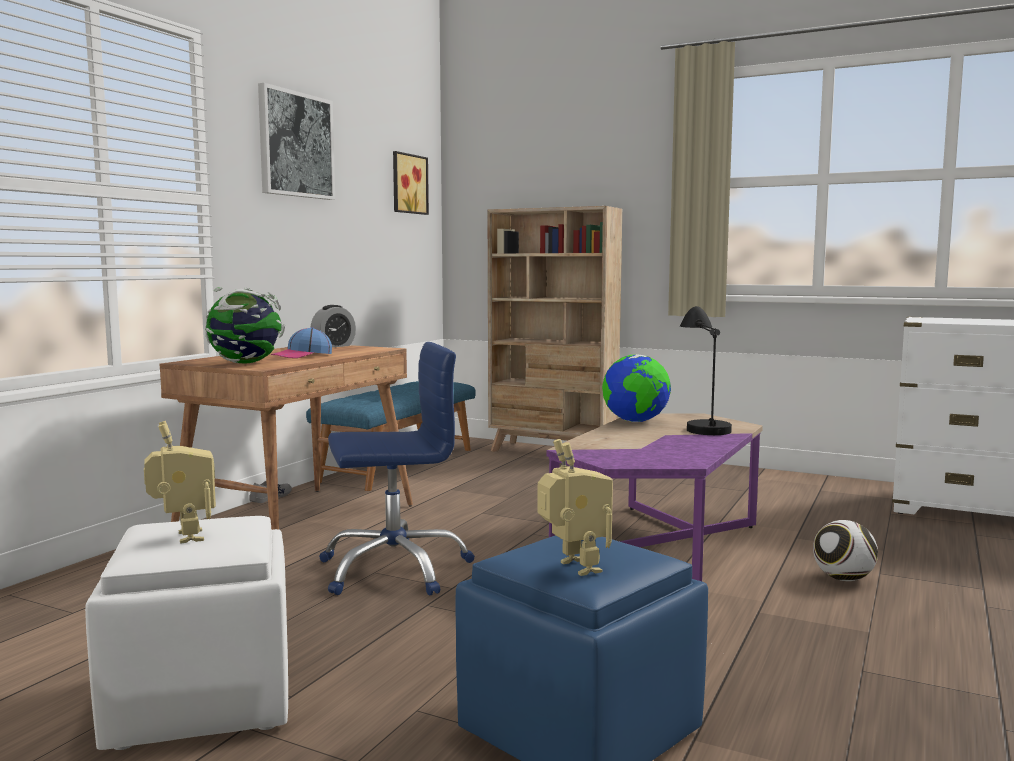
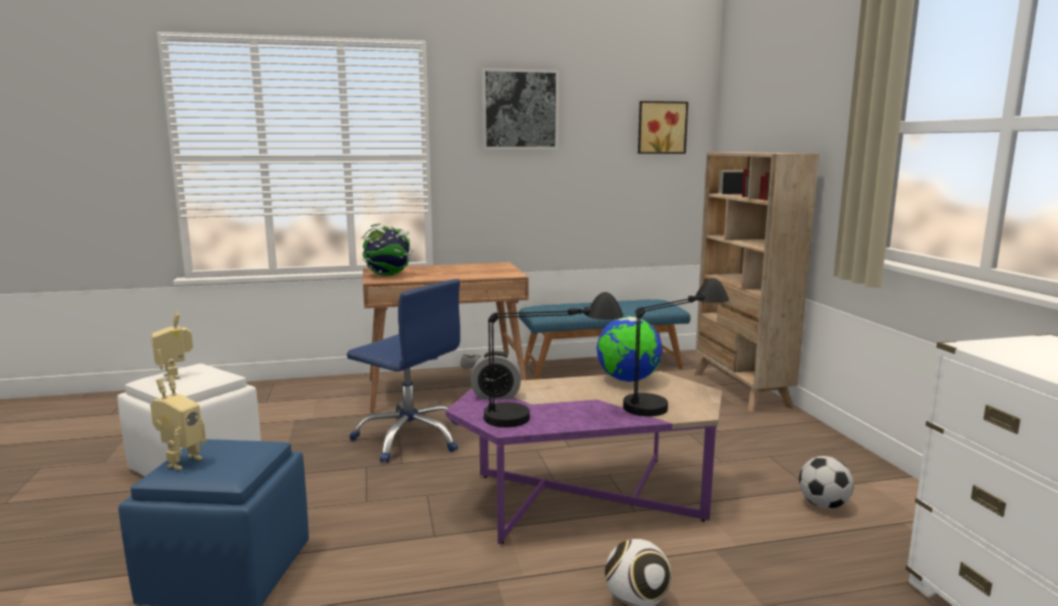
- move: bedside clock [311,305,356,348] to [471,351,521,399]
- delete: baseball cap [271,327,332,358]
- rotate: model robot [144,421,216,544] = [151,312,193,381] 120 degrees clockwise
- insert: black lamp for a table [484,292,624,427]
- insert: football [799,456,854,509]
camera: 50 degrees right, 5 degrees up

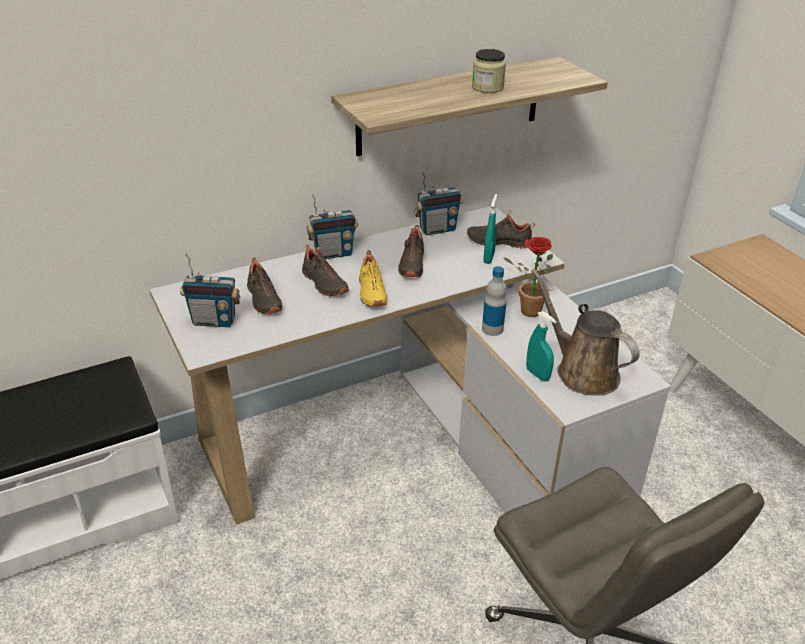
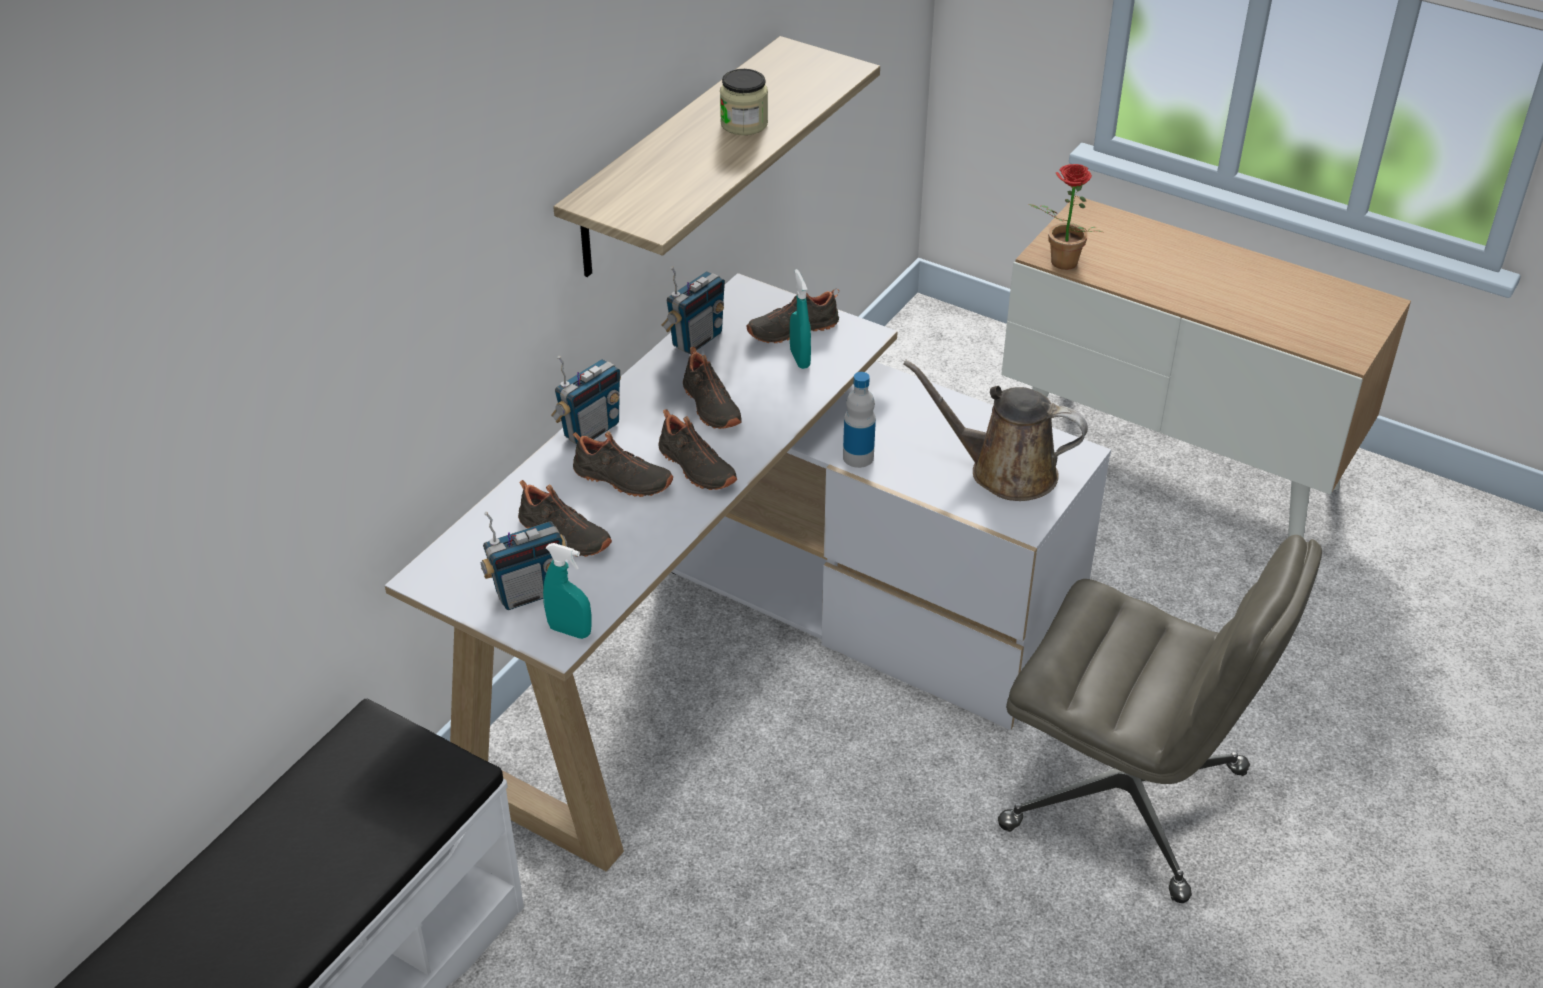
- move: plant in a pot [503,237,553,317] to [1028,164,1105,270]
- recolor: yellow-coloured shoe [359,250,387,307] to black shoe [658,409,737,490]
- move: blue-green spray bottle [526,311,557,381] to [543,543,591,639]
camera: 30 degrees left, 5 degrees up

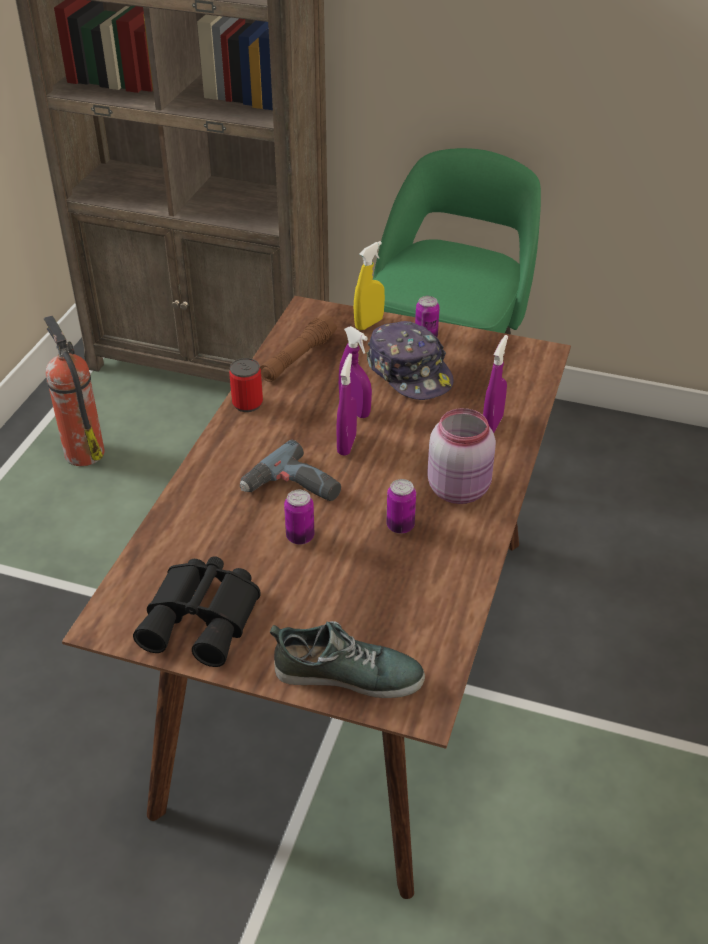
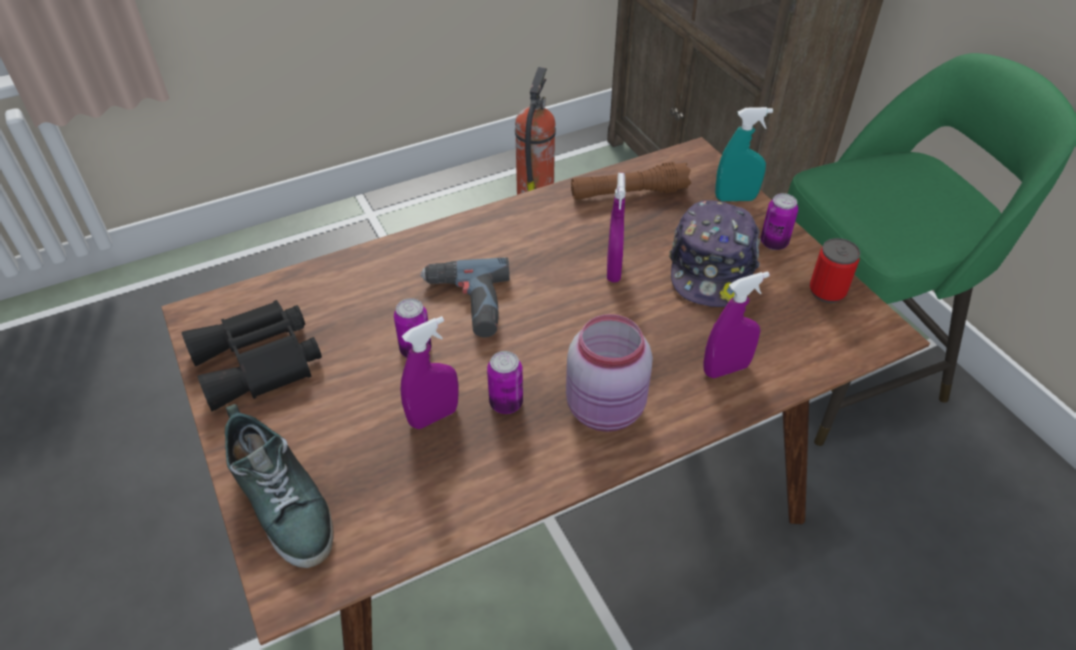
- recolor: yellow-coloured spray bottle [354,241,385,330] to blue-green spray bottle [715,107,773,201]
- move: purple-coloured spray bottle [337,353,357,456] to [401,316,459,429]
- move: metal can [229,358,263,412] to [810,238,860,303]
camera: 45 degrees right, 5 degrees up

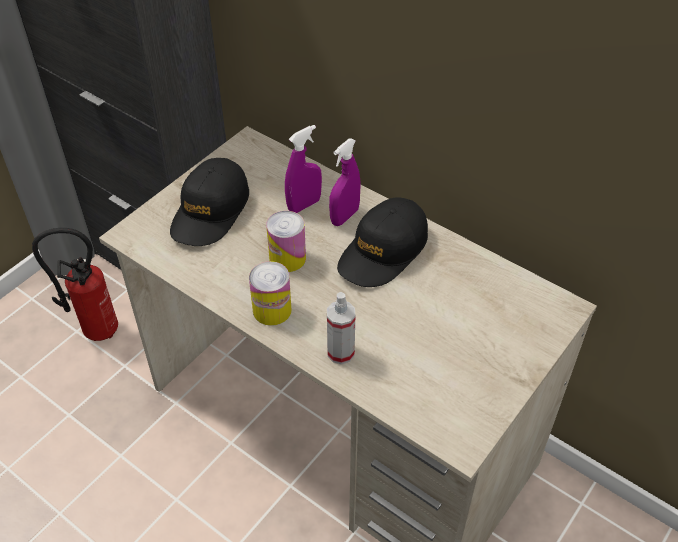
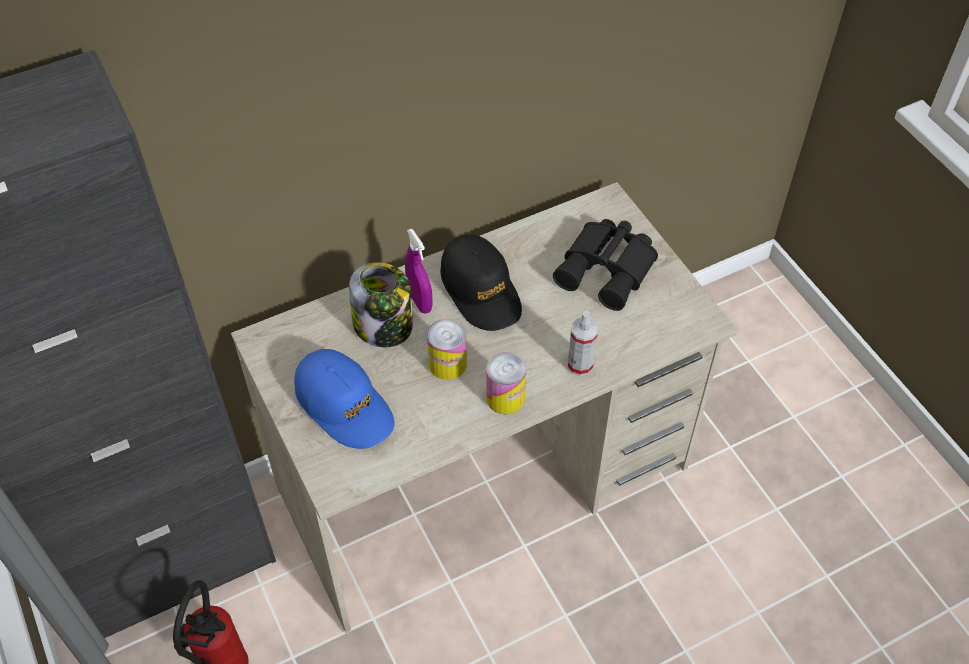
- replace: purple-coloured spray bottle [285,125,322,213] to preserve jar [349,262,413,347]
- recolor: black baseball cap [170,158,249,246] to blue-coloured baseball cap [294,349,395,449]
- insert: black binoculars [553,219,658,311]
camera: 65 degrees left, 5 degrees up

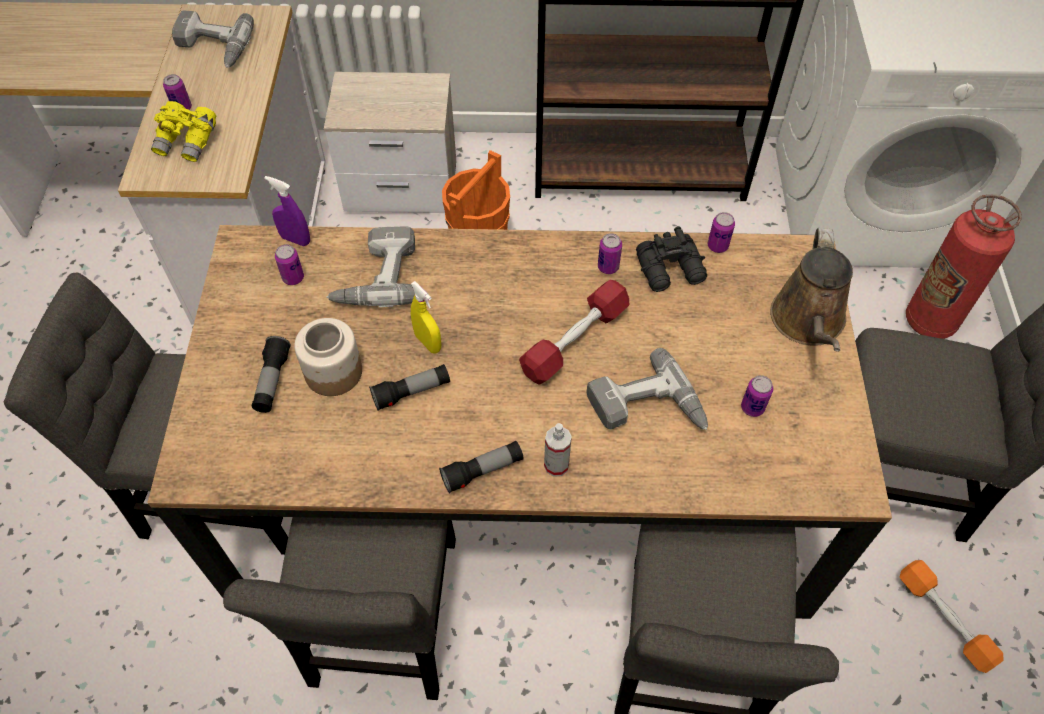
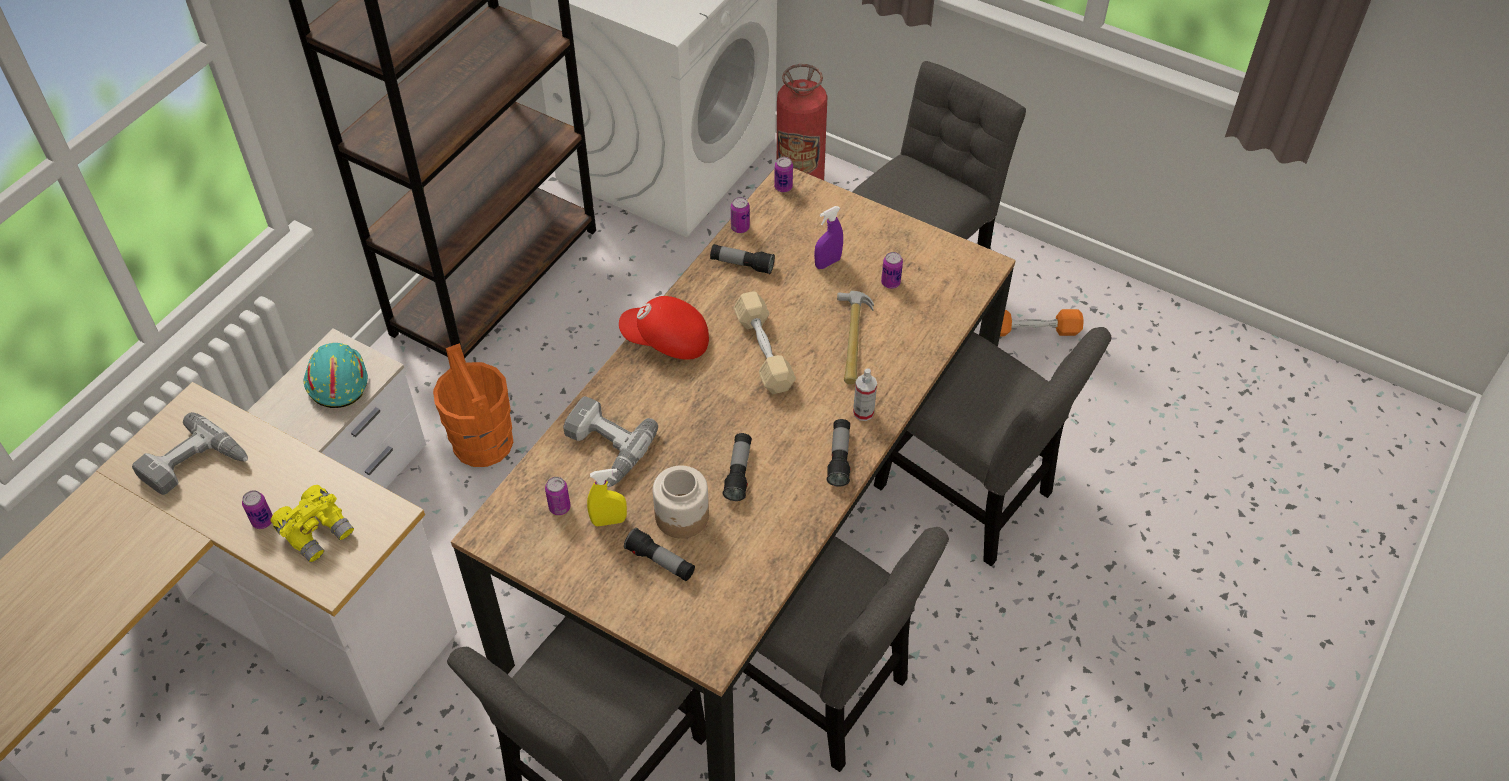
- move: purple-coloured spray bottle [264,176,310,246] to [814,206,843,269]
- replace: black binoculars [636,226,707,292] to hand torch [710,244,775,274]
- delete: brown watering can [770,228,853,352]
- move: metal can [598,233,622,274] to [774,157,793,192]
- recolor: reddish hand weight [519,280,629,384] to beige hand weight [734,291,796,394]
- move: yellow-coloured spray bottle [411,281,441,353] to [587,468,627,526]
- replace: electric drill [586,348,708,430] to hand hammer [837,290,874,384]
- insert: reddish baseball cap [619,296,709,360]
- insert: blue-green hard hat [304,343,368,408]
camera: 60 degrees left, 5 degrees down

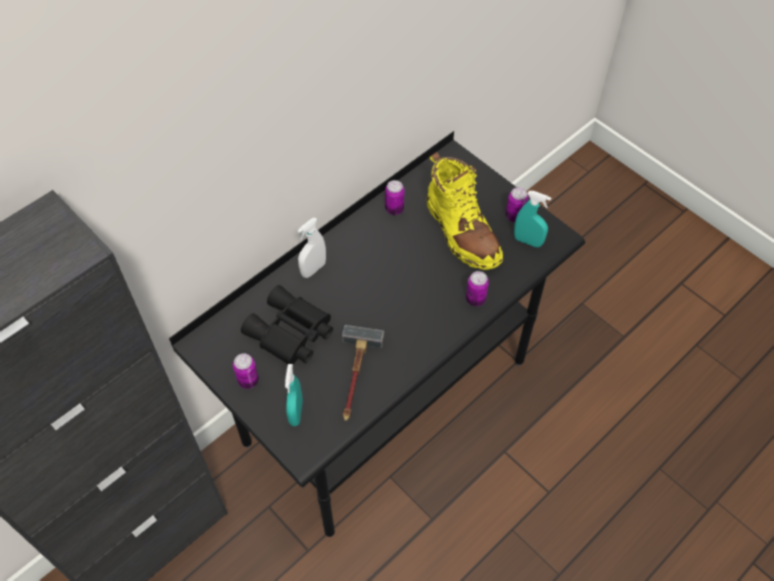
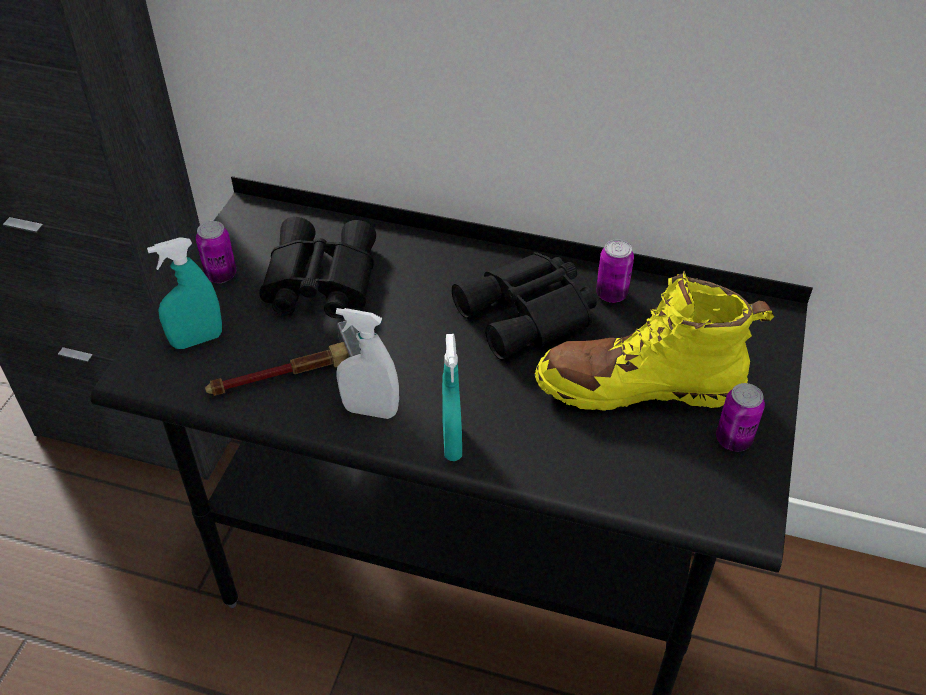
- rotate: yellow-coloured boot [427,152,503,270] = [535,270,774,411] 60 degrees clockwise
- move: blue-green spray bottle [514,191,551,248] to [442,334,462,461]
- move: white-coloured spray bottle [297,217,326,278] to [336,308,399,419]
- delete: metal can [466,271,489,306]
- insert: black binoculars [452,252,596,360]
camera: 60 degrees right, 10 degrees down

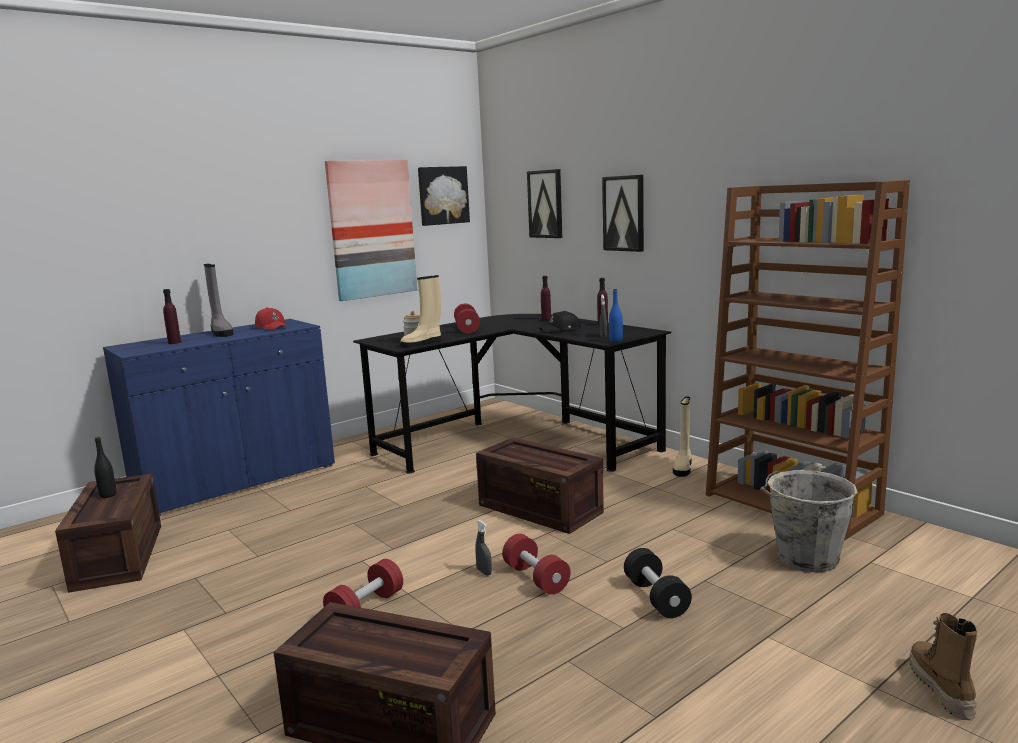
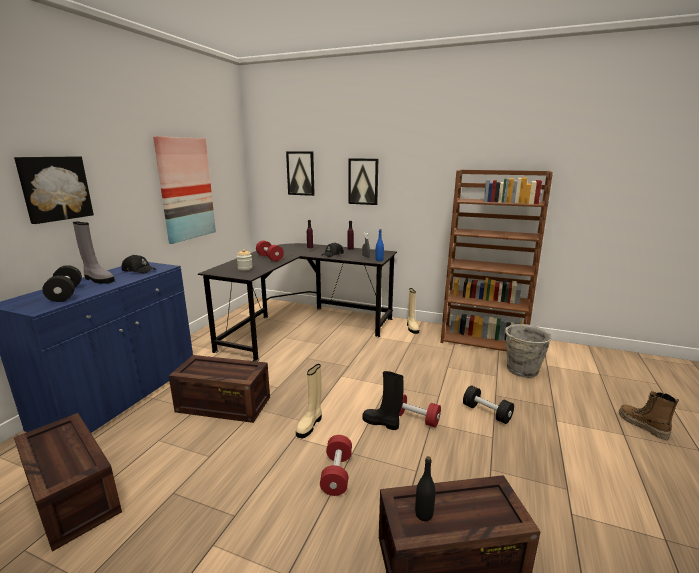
- move: wall art [418,166,470,226] to [14,156,94,224]
- move: beige boot [400,275,441,348] to [296,364,322,438]
- replace: purple-coloured beverage bottle [163,289,181,344] to black hand weight [42,265,82,302]
- recolor: reddish baseball cap [255,307,287,331] to black baseball cap [121,255,156,274]
- move: black beverage bottle [94,437,116,498] to [415,456,435,521]
- move: packing crate [476,437,604,534] to [169,355,270,423]
- replace: grey spray bottle [475,520,492,576] to black boot [362,371,404,430]
camera: 30 degrees left, 5 degrees up

